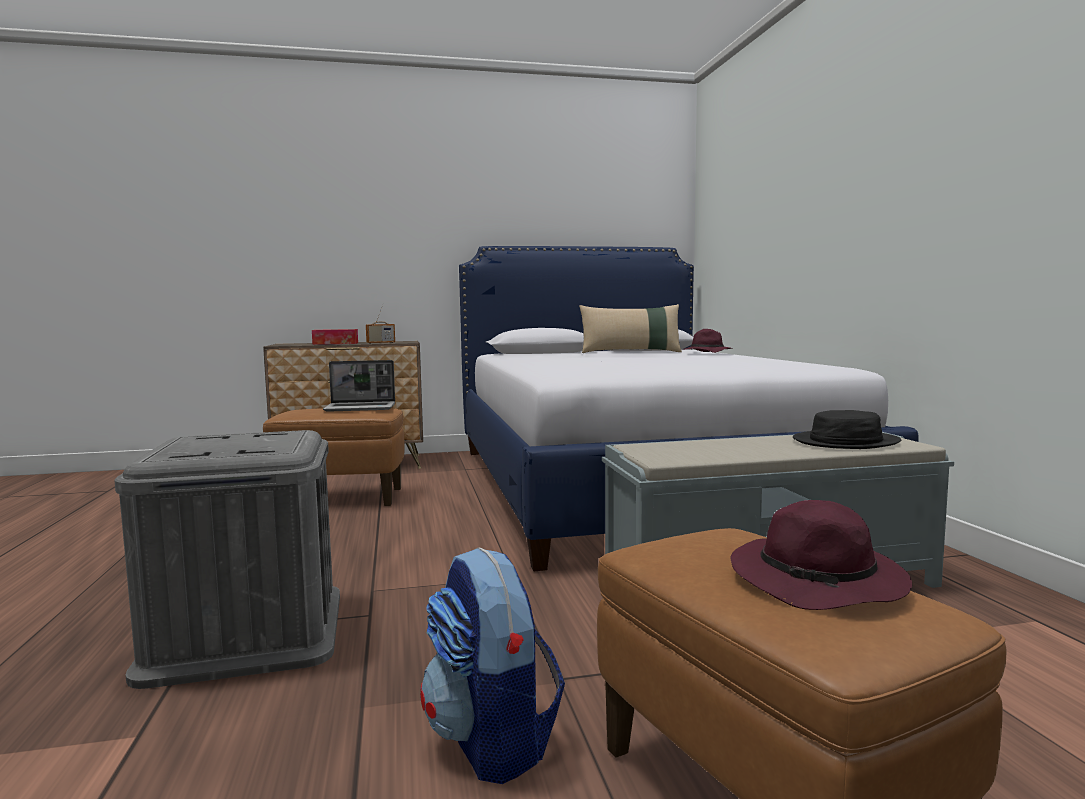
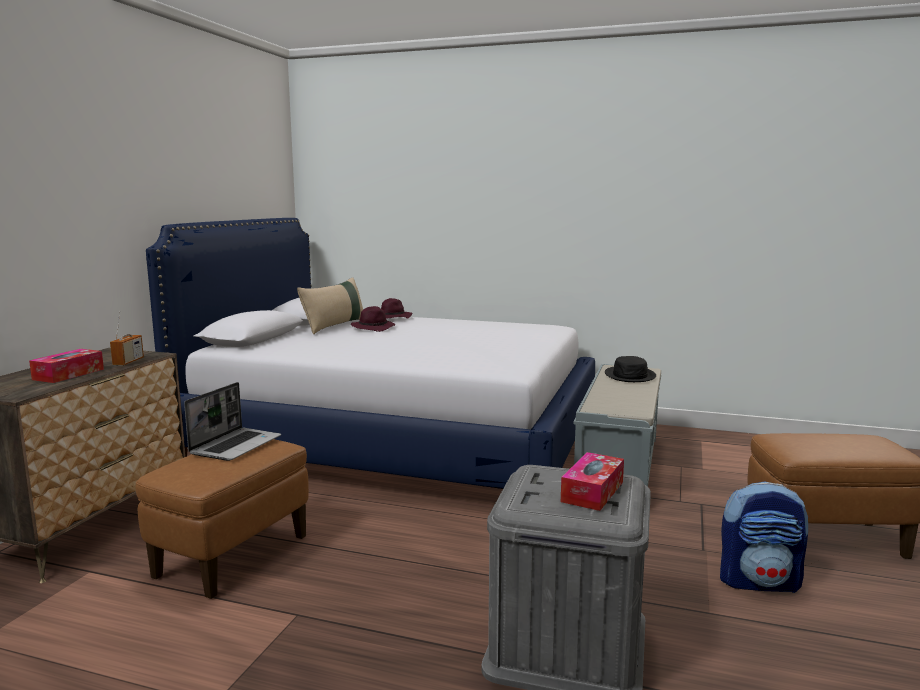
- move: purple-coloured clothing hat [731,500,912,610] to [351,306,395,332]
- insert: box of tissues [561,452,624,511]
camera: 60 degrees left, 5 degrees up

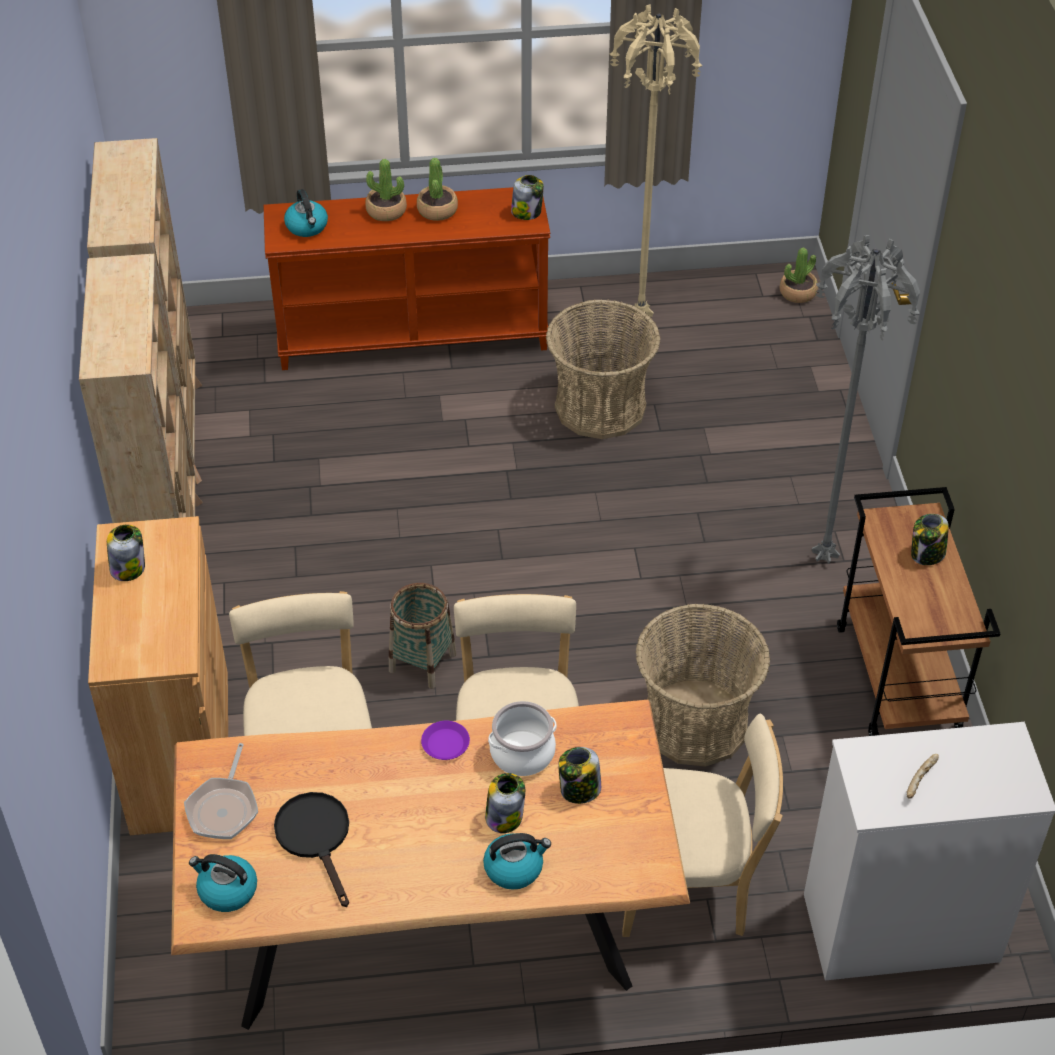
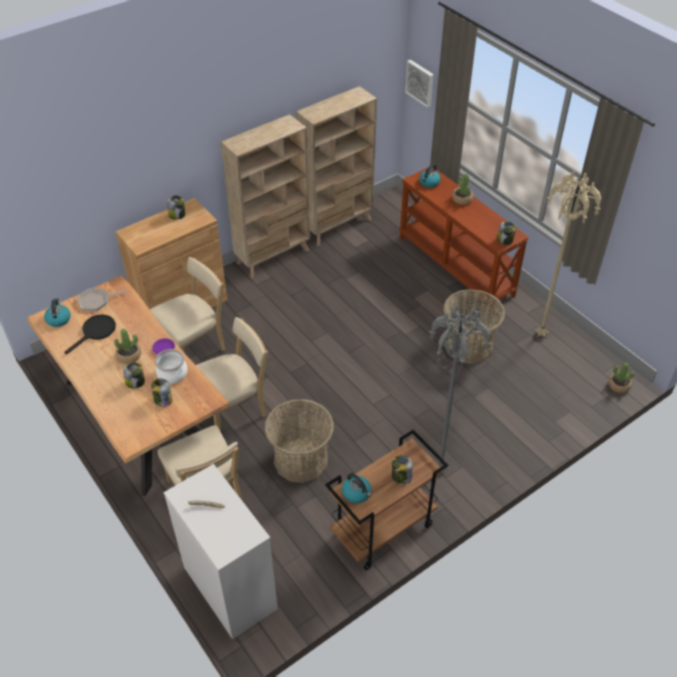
- move: plant in a pot [417,158,458,221] to [114,329,141,364]
- delete: household basket [389,583,456,689]
- move: water kettle [483,833,551,890] to [342,473,372,504]
- insert: wall art [405,60,434,108]
camera: 60 degrees right, 0 degrees up

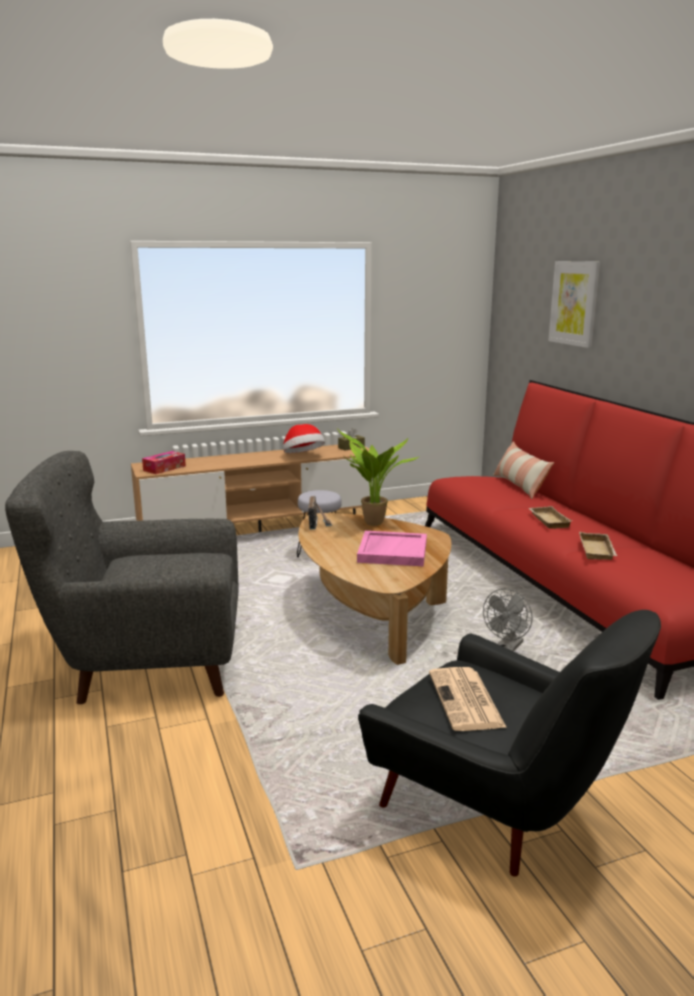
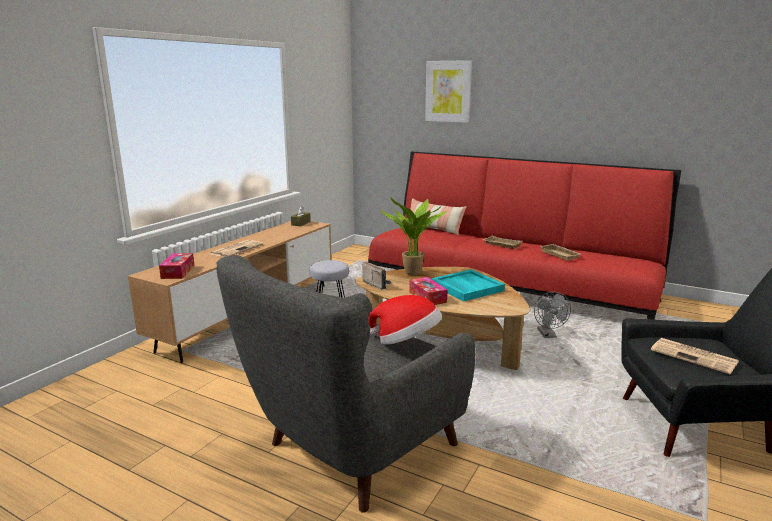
- move: clothing hat [283,424,325,453] to [368,295,442,345]
- recolor: pinkish carrying tray [357,531,427,566] to blue-green carrying tray [431,269,505,302]
- insert: newspaper [210,240,263,257]
- insert: box of tissues [409,277,447,305]
camera: 40 degrees left, 0 degrees up

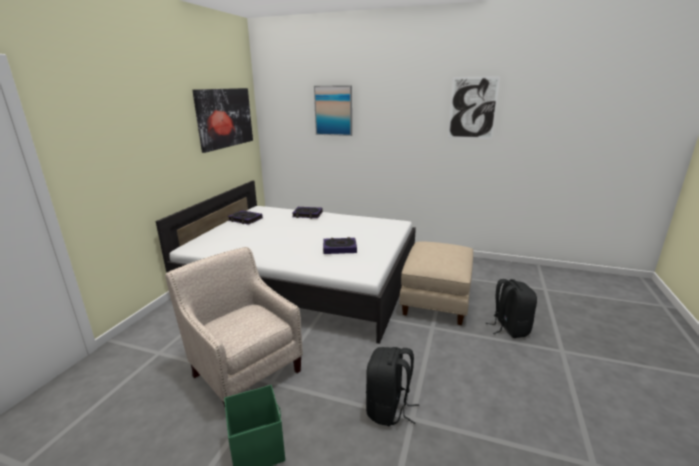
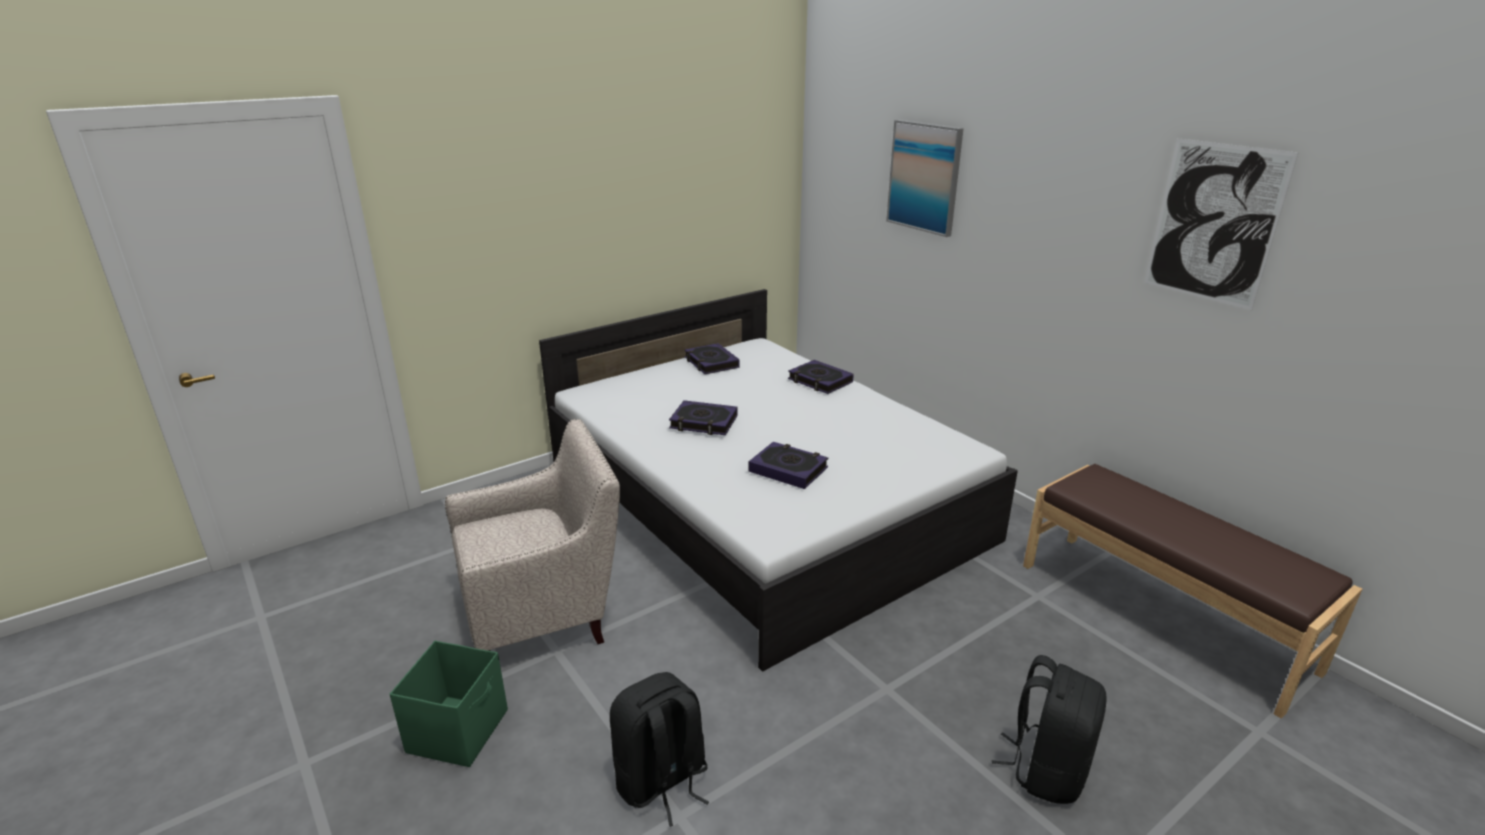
- delete: wall art [192,88,253,153]
- delete: beige ottoman [399,242,473,325]
- rotate: beige armchair [165,247,303,407] = [445,419,620,651] 75 degrees clockwise
- insert: bound book [669,400,738,435]
- insert: brown long seat [1023,464,1362,718]
camera: 35 degrees right, 5 degrees up

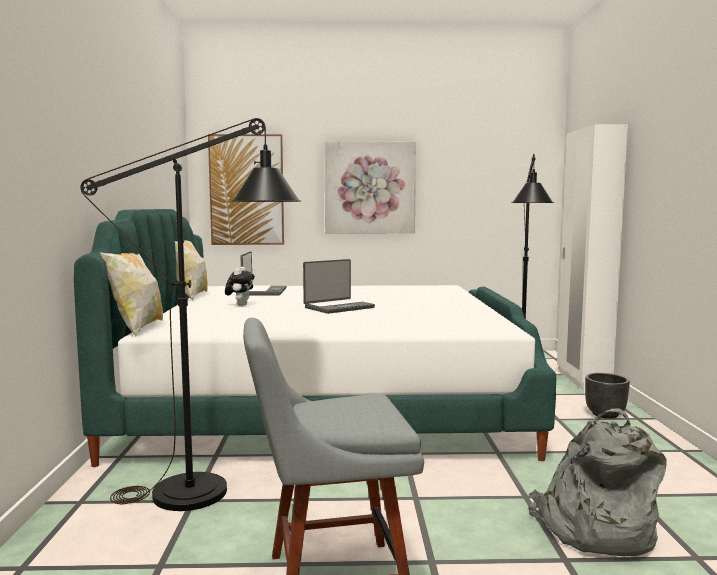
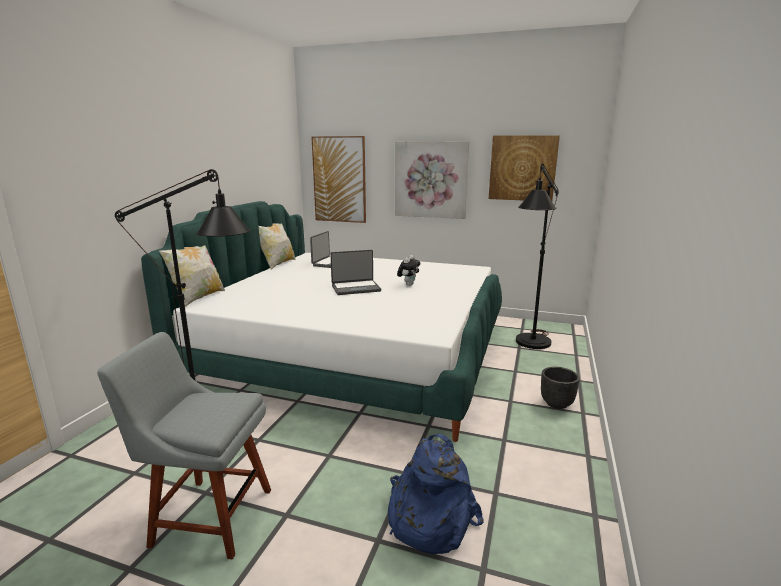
- delete: white-coloured wardrobe [557,124,628,392]
- move: plush toy [225,267,255,306] to [397,255,420,286]
- recolor: grey rucksack [529,408,667,556] to blue-coloured rucksack [388,434,484,554]
- insert: wall art [489,135,560,201]
camera: 20 degrees right, 10 degrees up

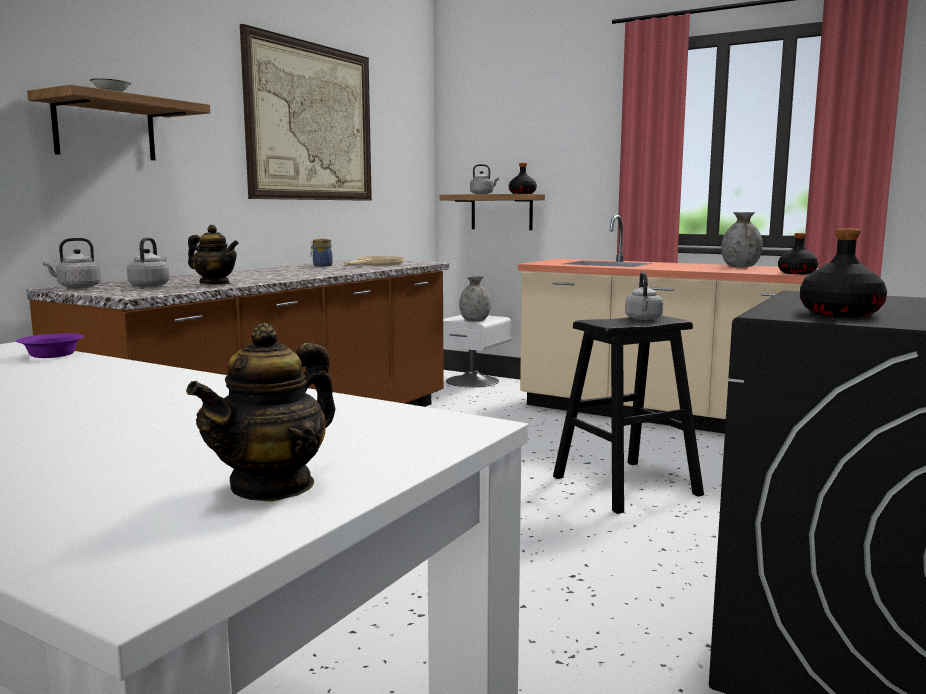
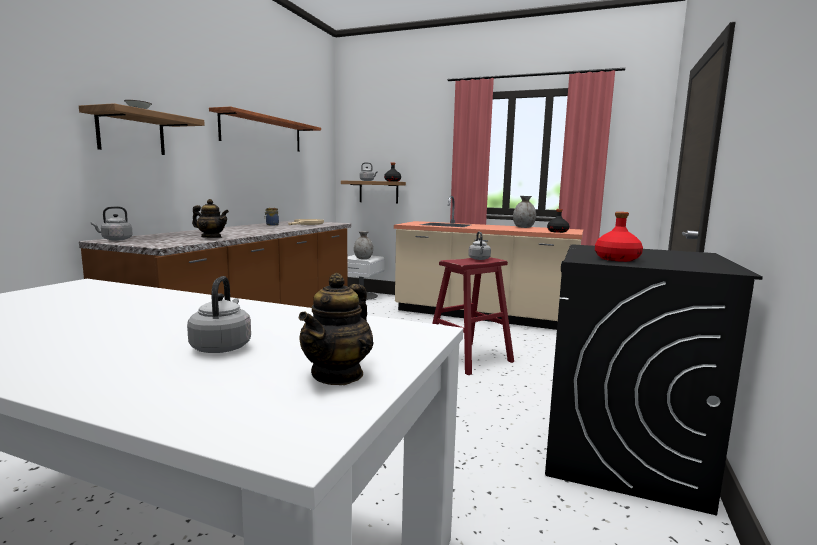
- replace: wall art [240,24,372,201] to wall shelf [209,106,321,152]
- recolor: black beverage bottle [800,229,887,317] to reddish beverage bottle [595,212,643,262]
- move: grey water kettle [127,238,169,287] to [187,276,251,353]
- recolor: black stool [553,316,704,514] to reddish stool [432,257,514,375]
- delete: purple-coloured serving bowl [16,333,84,358]
camera: 10 degrees left, 0 degrees up

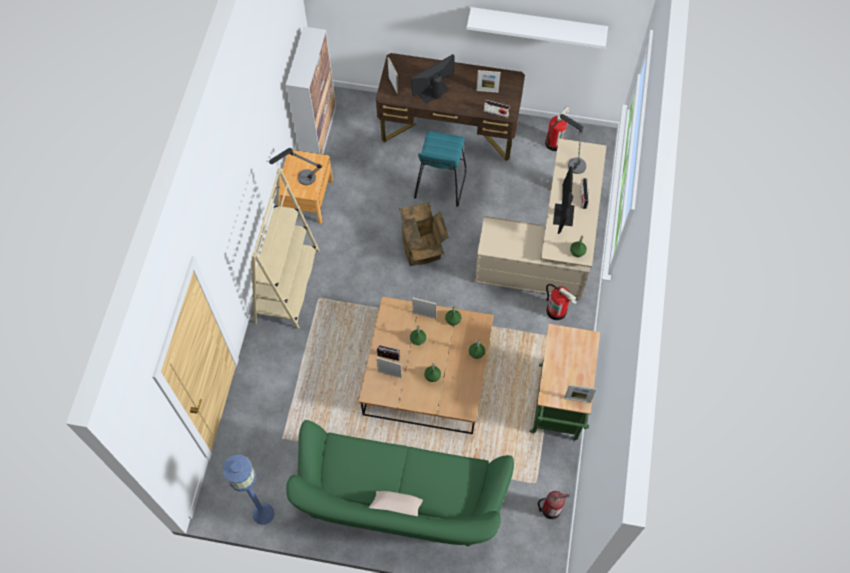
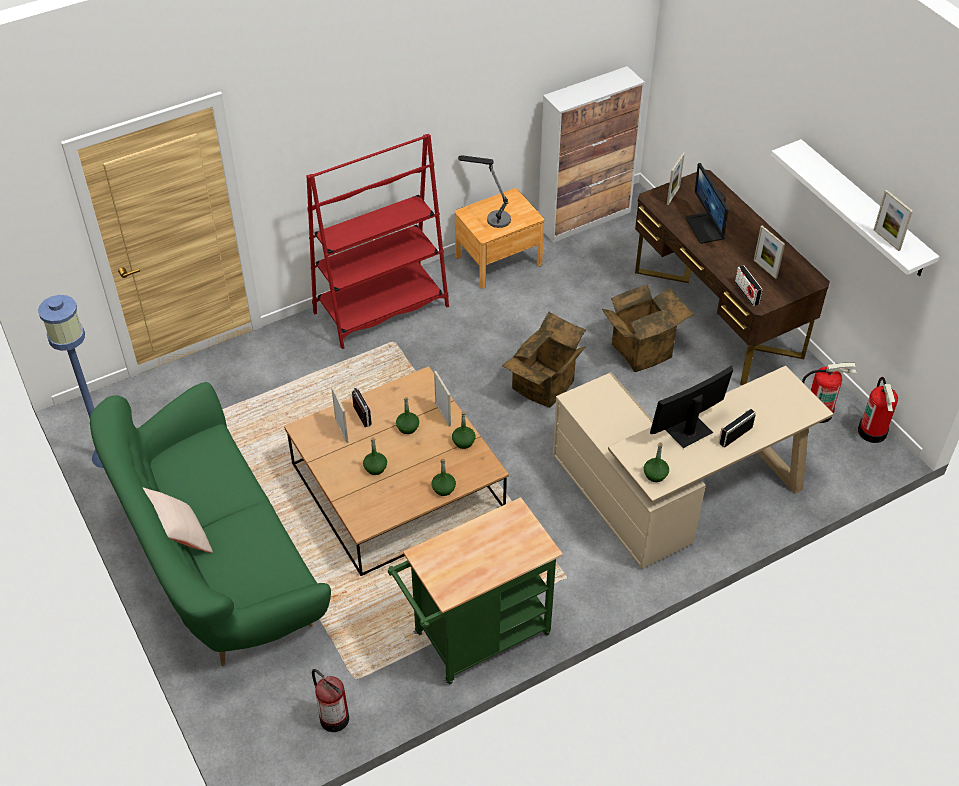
- rotate: computer screen [411,54,455,103] = [685,163,729,244] 120 degrees counterclockwise
- delete: lamp for a table [560,114,586,174]
- replace: blue-green stool [414,131,466,207] to packing box [602,285,694,372]
- recolor: beige bookshelf [251,168,320,329] to reddish bookshelf [307,134,449,349]
- move: fire extinguisher [546,284,577,320] to [858,377,898,443]
- move: picture frame [564,384,596,403] to [874,190,913,251]
camera: 50 degrees right, 15 degrees down

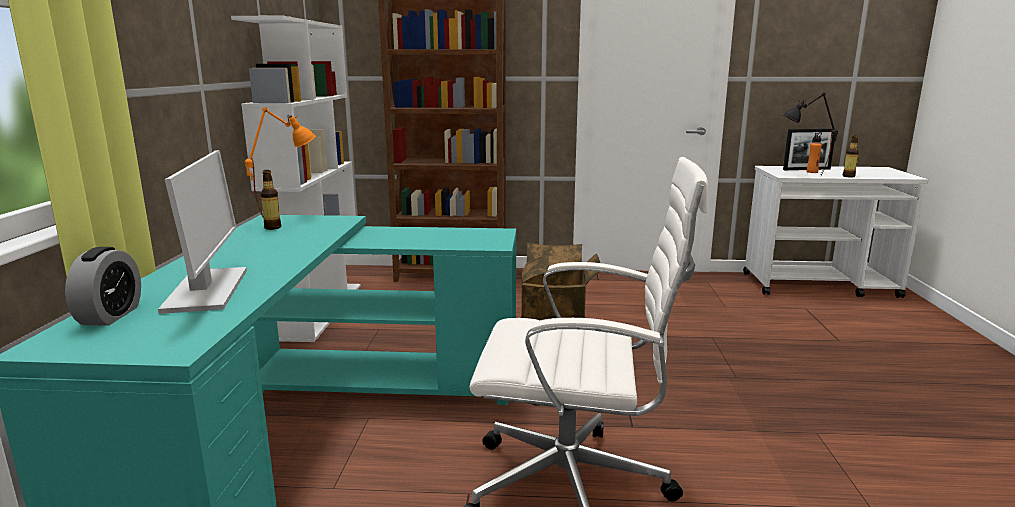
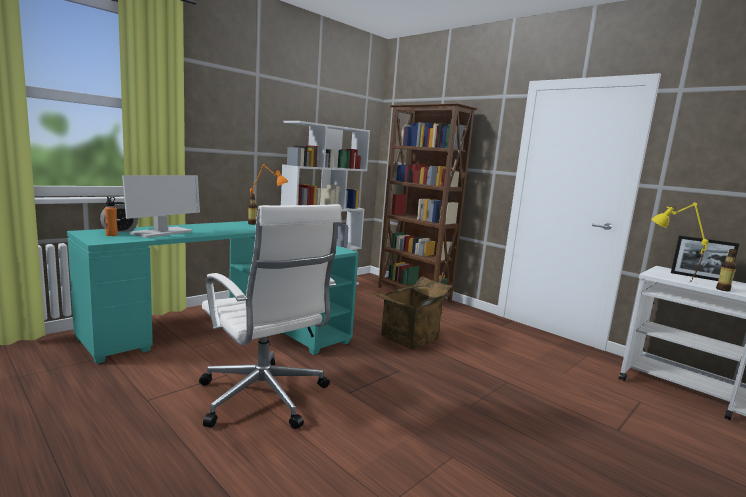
- recolor: black lamp for a table [784,93,838,176] to yellow-coloured lamp for a table [652,203,709,283]
- move: orange-coloured beverage bottle [807,132,822,173] to [105,197,118,236]
camera: 40 degrees right, 5 degrees down

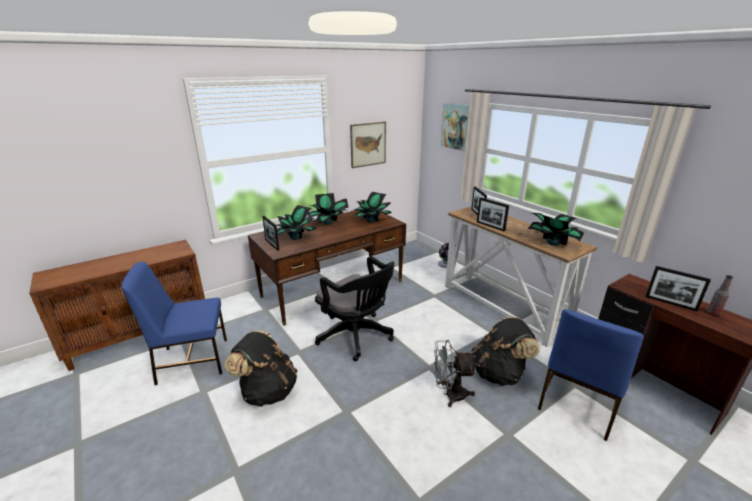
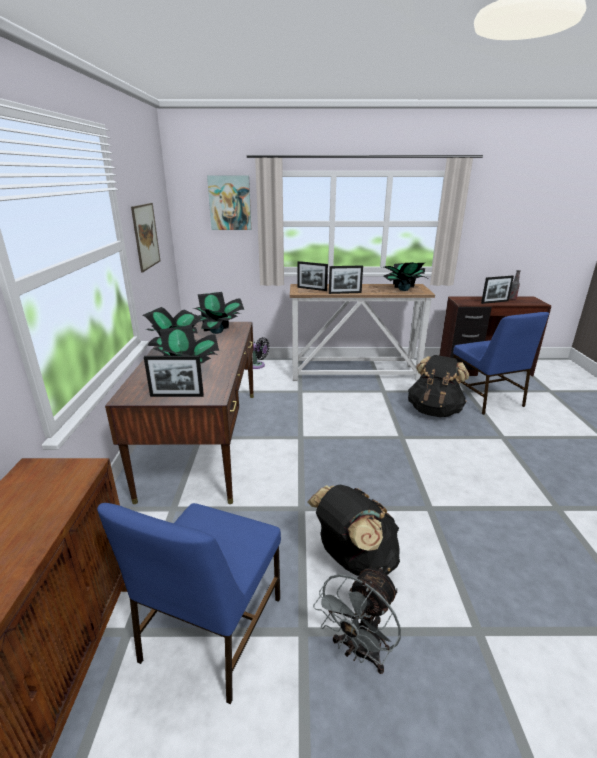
- delete: black office chair [315,256,395,361]
- move: grey fan [434,340,478,407] to [313,567,401,674]
camera: 55 degrees left, 0 degrees up

